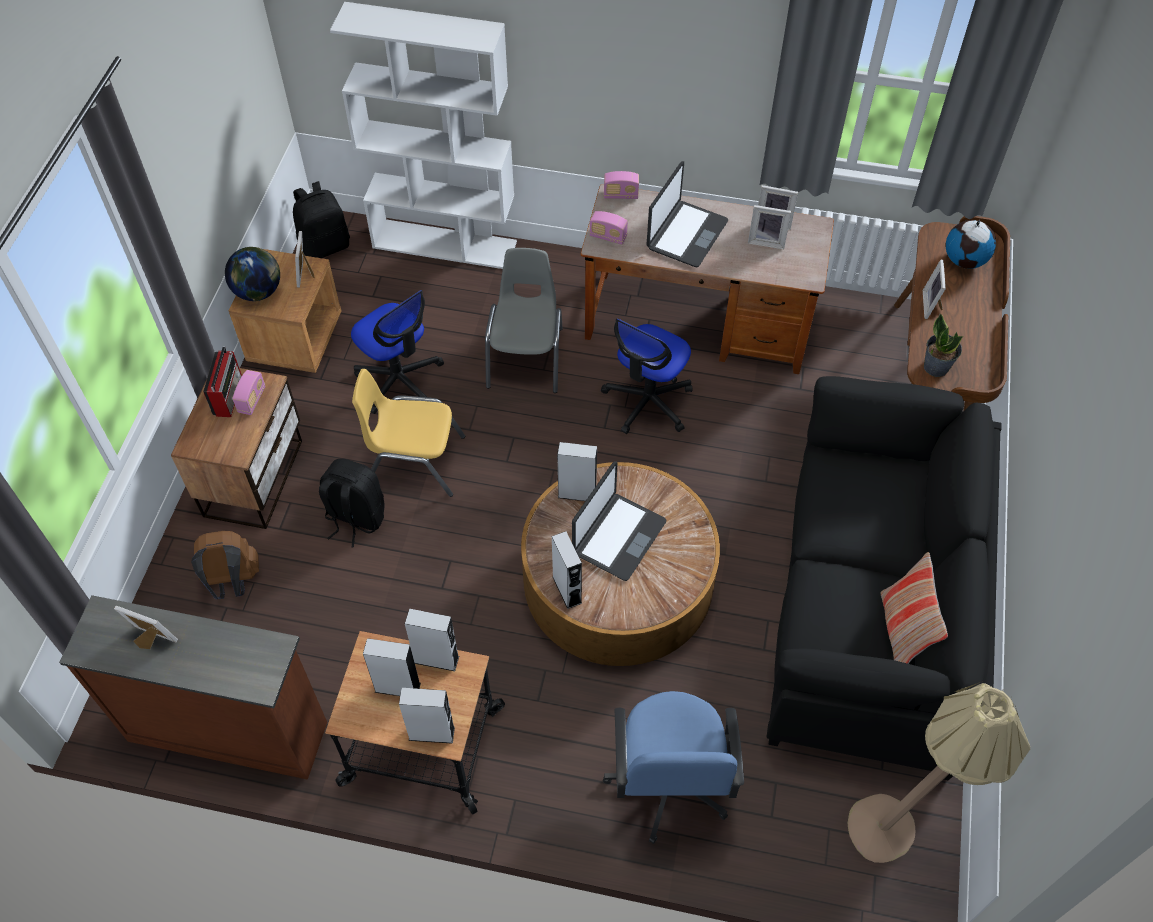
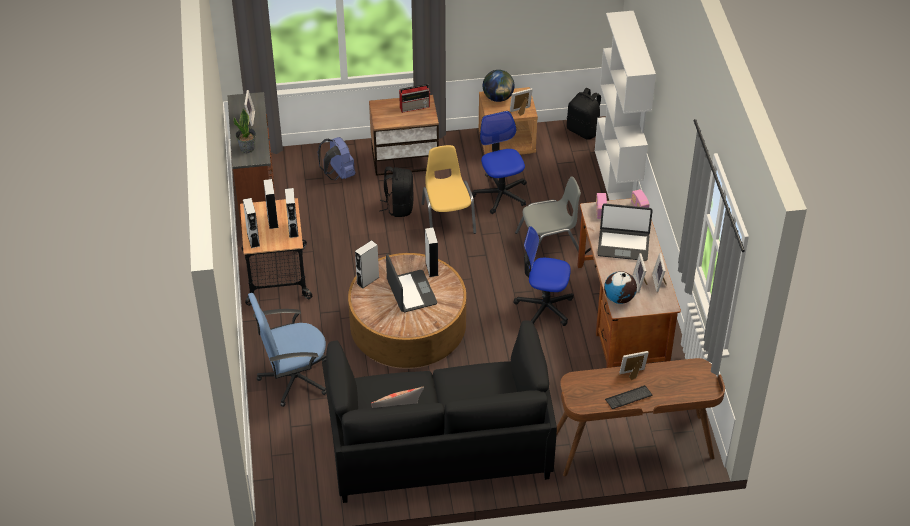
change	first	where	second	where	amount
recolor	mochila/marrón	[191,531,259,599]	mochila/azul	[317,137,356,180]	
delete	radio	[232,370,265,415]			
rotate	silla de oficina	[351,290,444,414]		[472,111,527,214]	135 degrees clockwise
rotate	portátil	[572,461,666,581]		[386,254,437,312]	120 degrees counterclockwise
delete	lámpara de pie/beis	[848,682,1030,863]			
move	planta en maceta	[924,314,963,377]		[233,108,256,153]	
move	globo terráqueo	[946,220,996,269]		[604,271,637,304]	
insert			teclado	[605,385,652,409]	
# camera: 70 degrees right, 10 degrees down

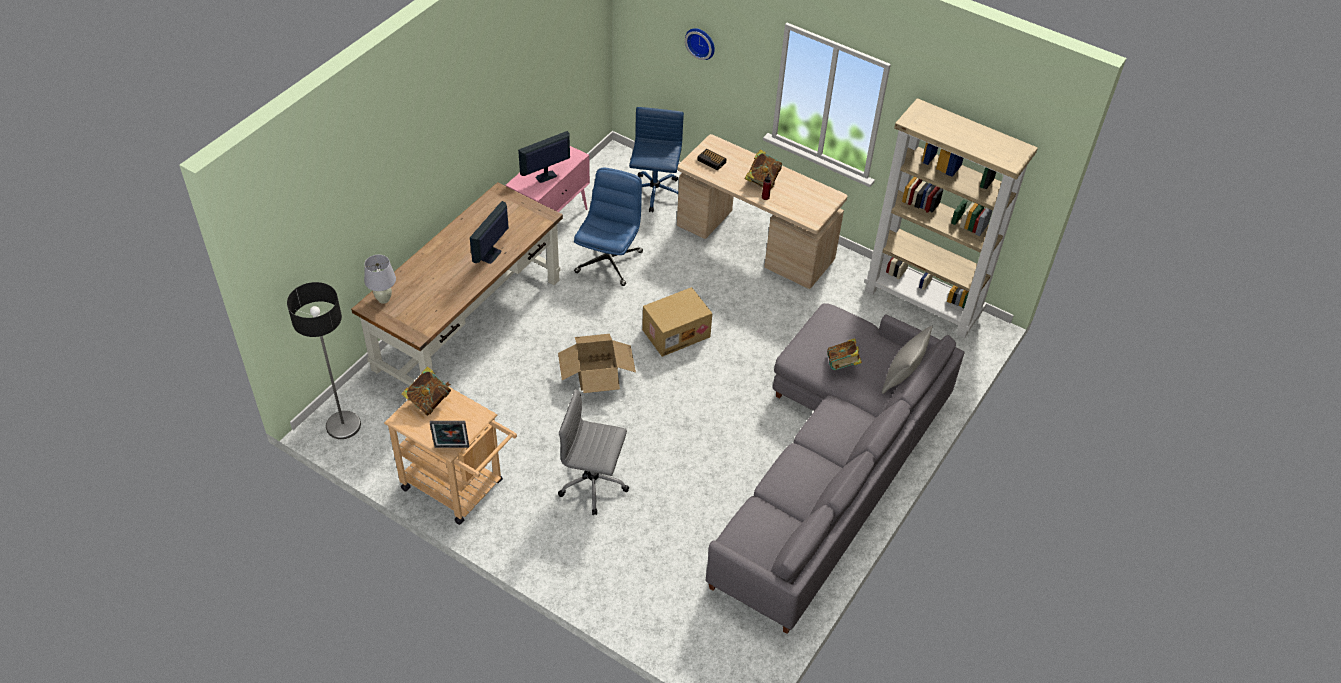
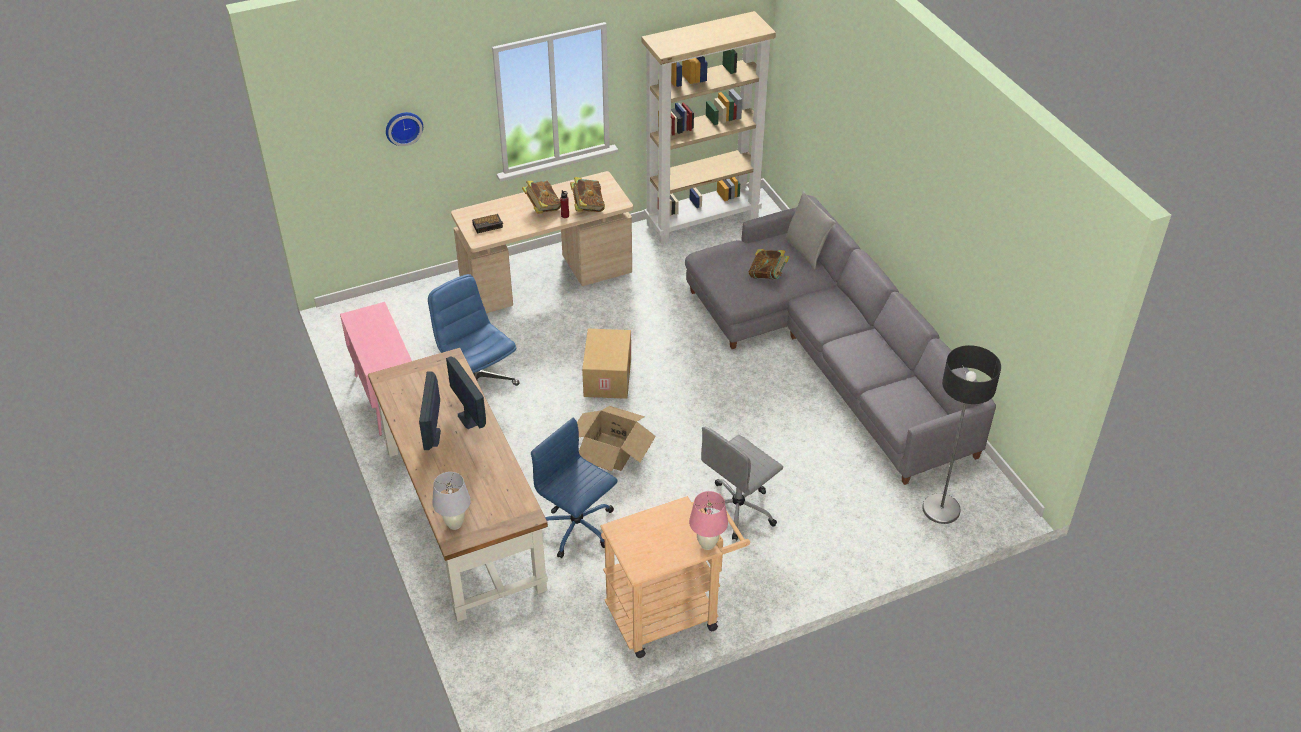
change	first	where	second	where	amount
move	lámpara de pie	[287,282,361,439]		[922,345,1001,524]	
move	libro	[401,366,451,416]		[570,177,605,212]	
replace	portarretratos	[430,421,469,448]	lámpara de mesa/rosa	[689,491,728,550]	
move	monitor	[518,131,570,183]		[419,371,441,450]	
move	silla de oficina/azul	[629,107,684,212]		[531,418,617,558]	
# camera: 55 degrees left, 5 degrees down

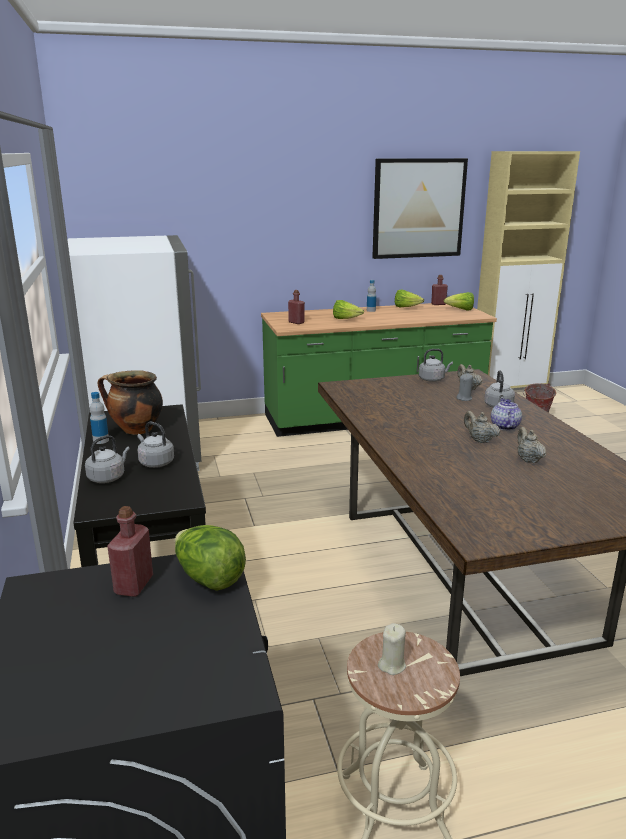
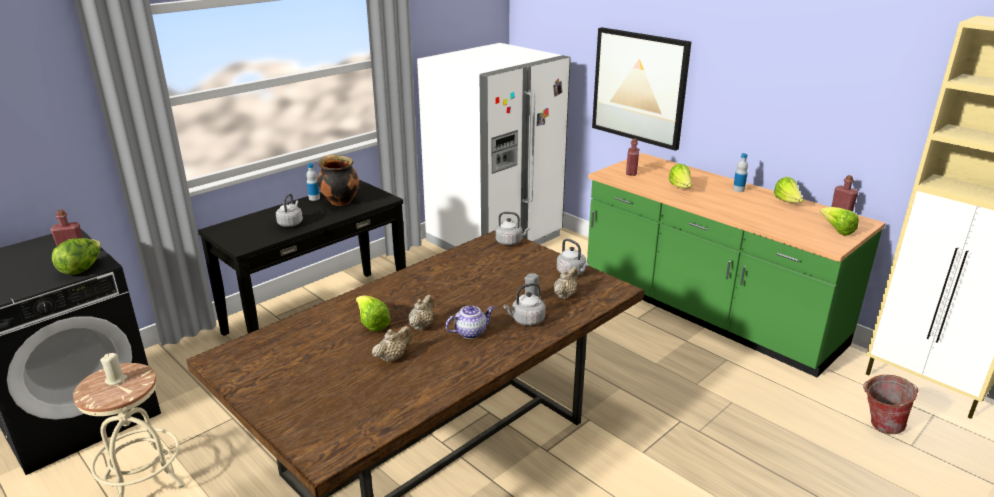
change	first	where	second	where	amount
move	hervidor/gris	[85,435,130,483]		[495,212,530,245]	
move	cuadro	[372,158,468,259]		[592,27,691,151]	
insert			lechuga	[356,296,391,332]	
# camera: 60 degrees right, 5 degrees up

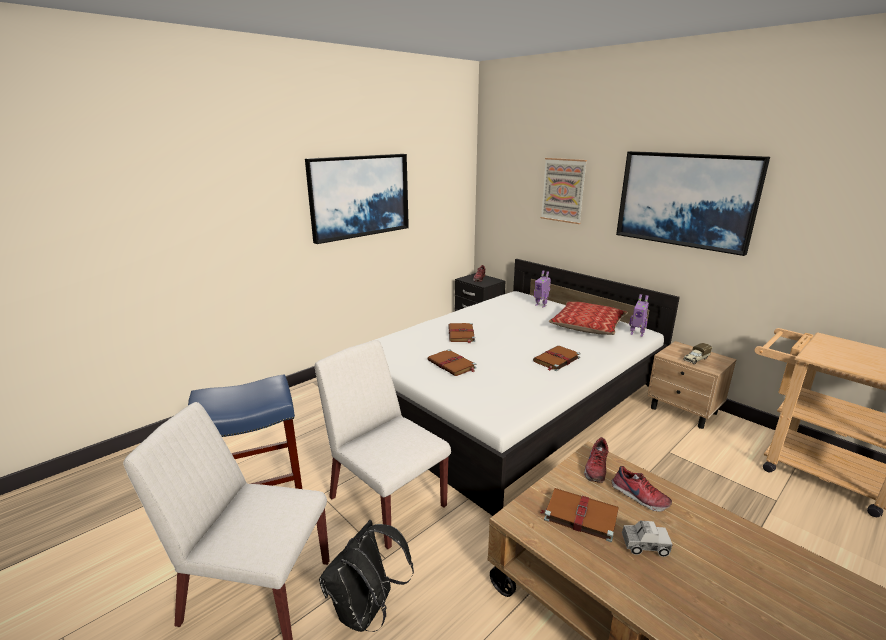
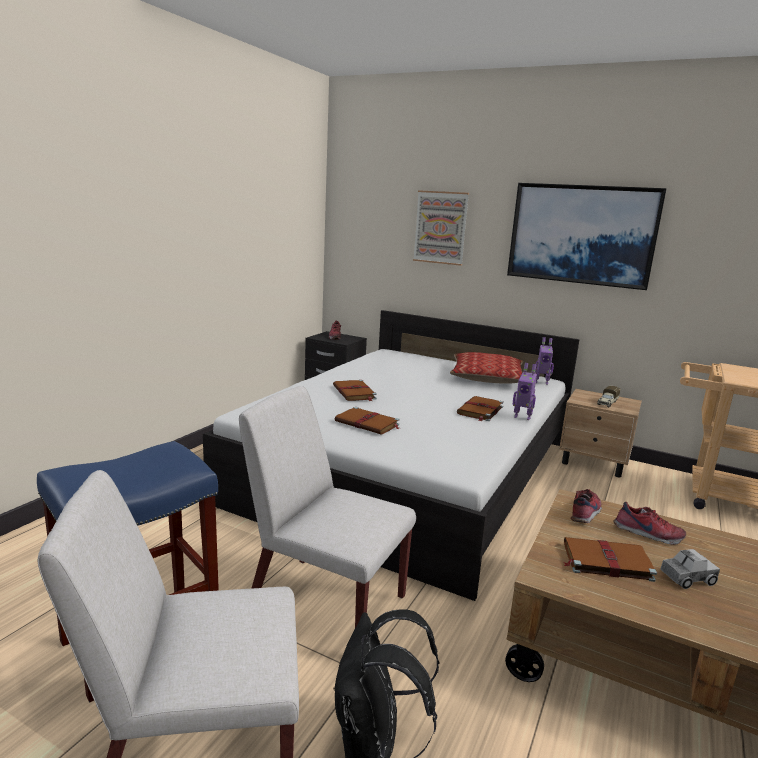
change	first	where	second	where	amount
delete	cuadro	[305,154,409,244]			
move	robot de juguete	[534,270,551,308]		[513,363,537,420]	
rotate	zapato	[584,437,609,483]		[571,489,602,523]	150 degrees counterclockwise
# camera: 20 degrees left, 5 degrees down

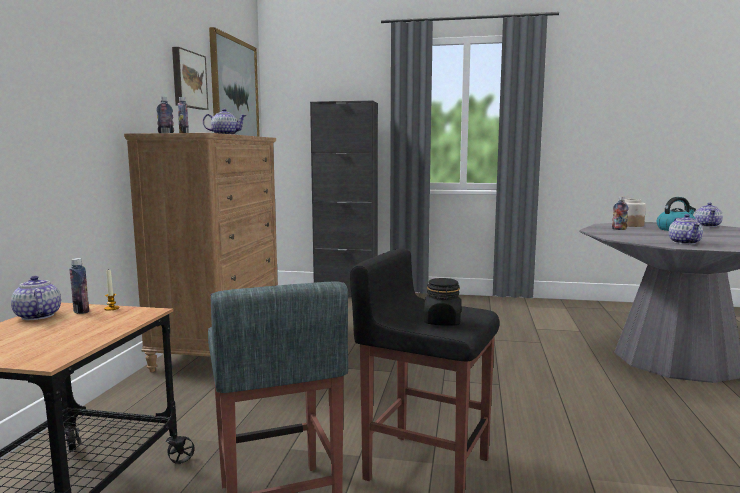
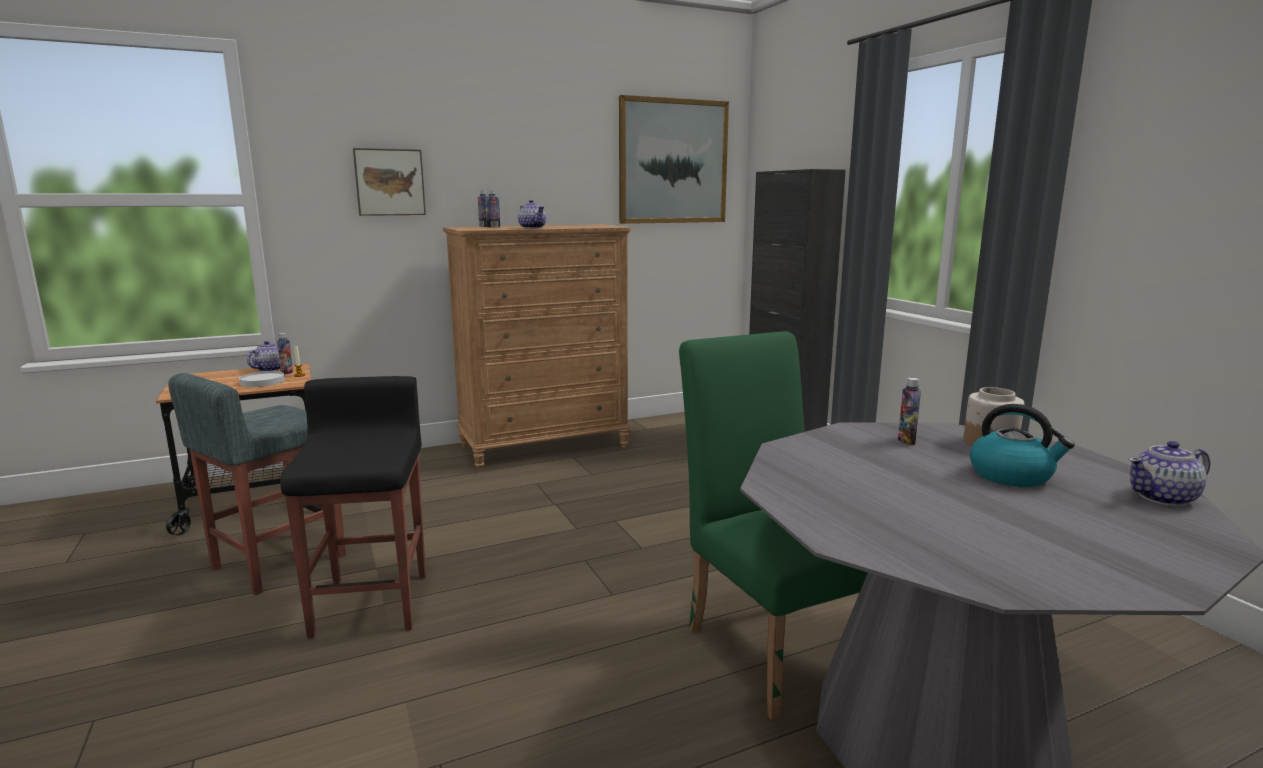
change	first	where	second	where	amount
move	cuadro	[172,47,208,110]		[353,148,426,216]	
delete	tarro/negro	[424,278,461,326]			
delete	tetera	[669,214,703,244]			
insert			plato/blanco	[239,371,285,387]	
insert			silla/verde	[679,331,868,721]	
# camera: 55 degrees right, 5 degrees up

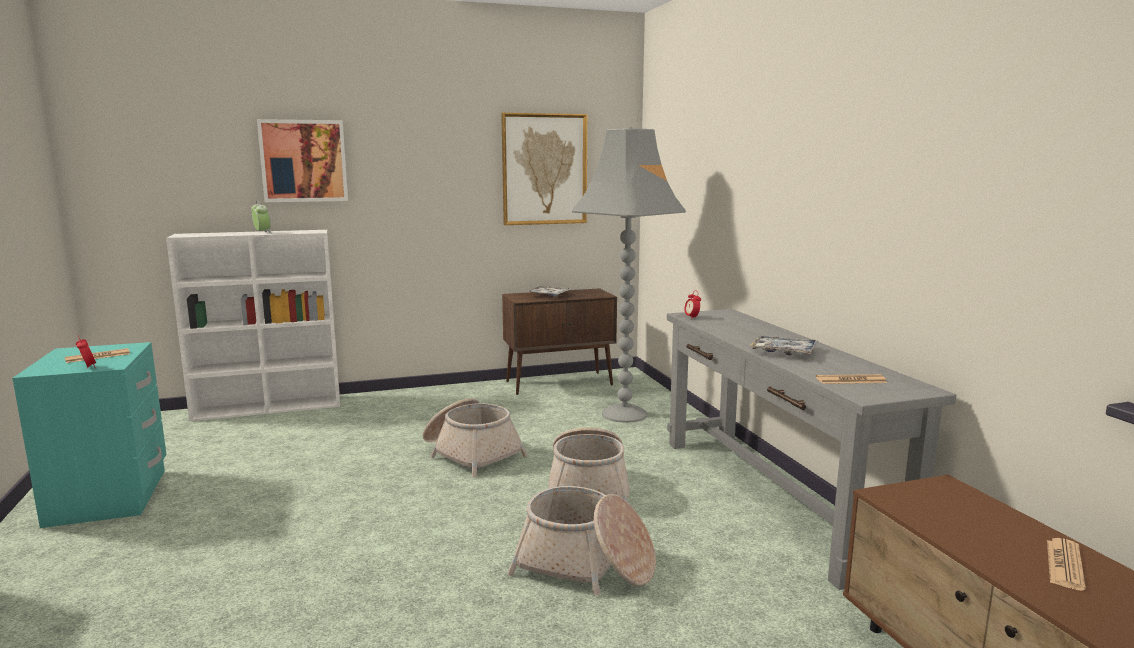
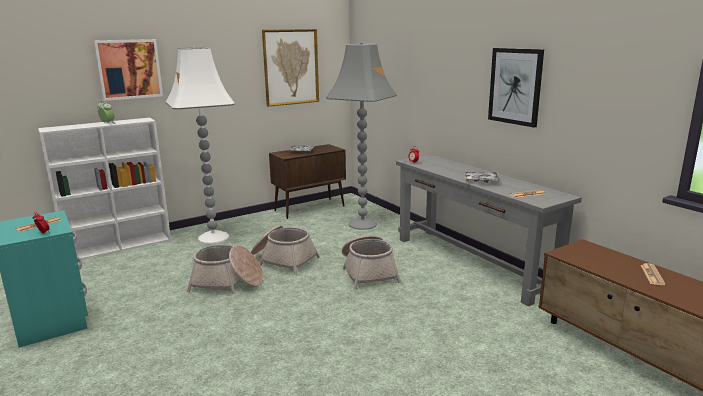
change	first	where	second	where	amount
move	cesta	[507,486,656,595]		[187,245,263,294]	
insert			lámpara de pie/blanco	[166,46,235,244]	
insert			cuadro	[488,48,544,128]	
# camera: 15 degrees left, 5 degrees up

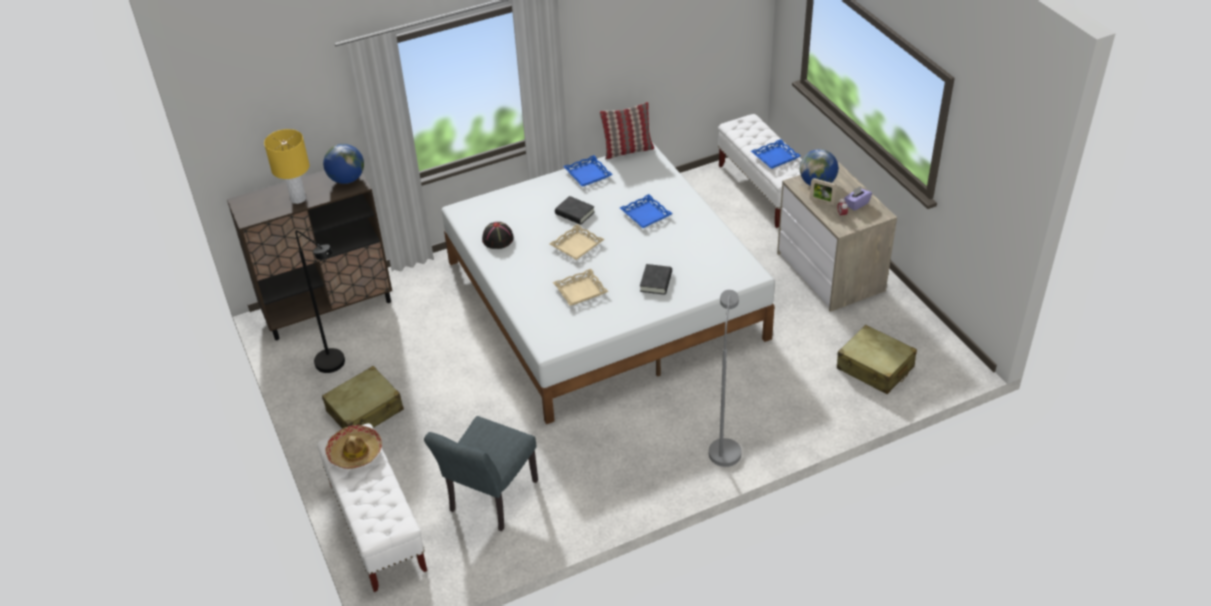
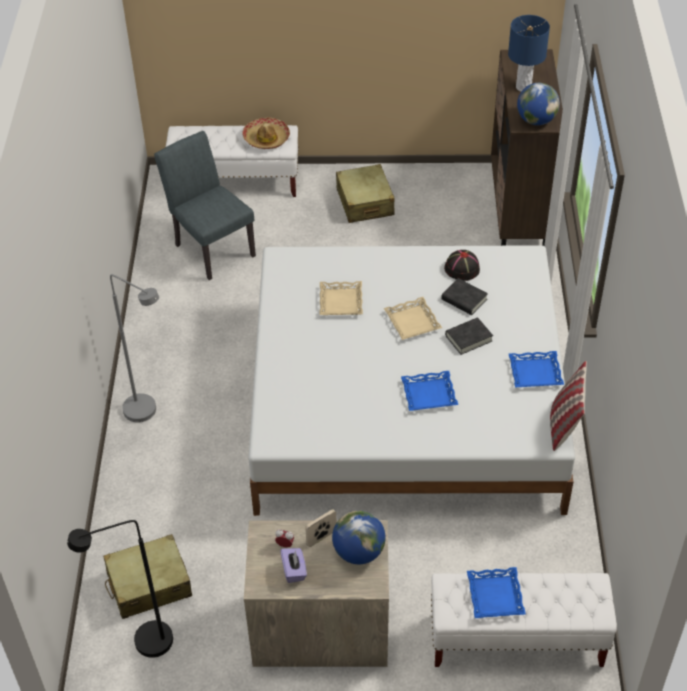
change	first	where	second	where	amount
recolor	lámpara de mesa/amarillo	[264,129,310,204]	lámpara de mesa/azul	[508,15,550,92]	
move	lámpara de pie/negro	[295,230,345,373]		[67,520,173,658]	
move	libro/negro	[640,264,672,295]		[441,278,488,315]	
# camera: 115 degrees right, 5 degrees up

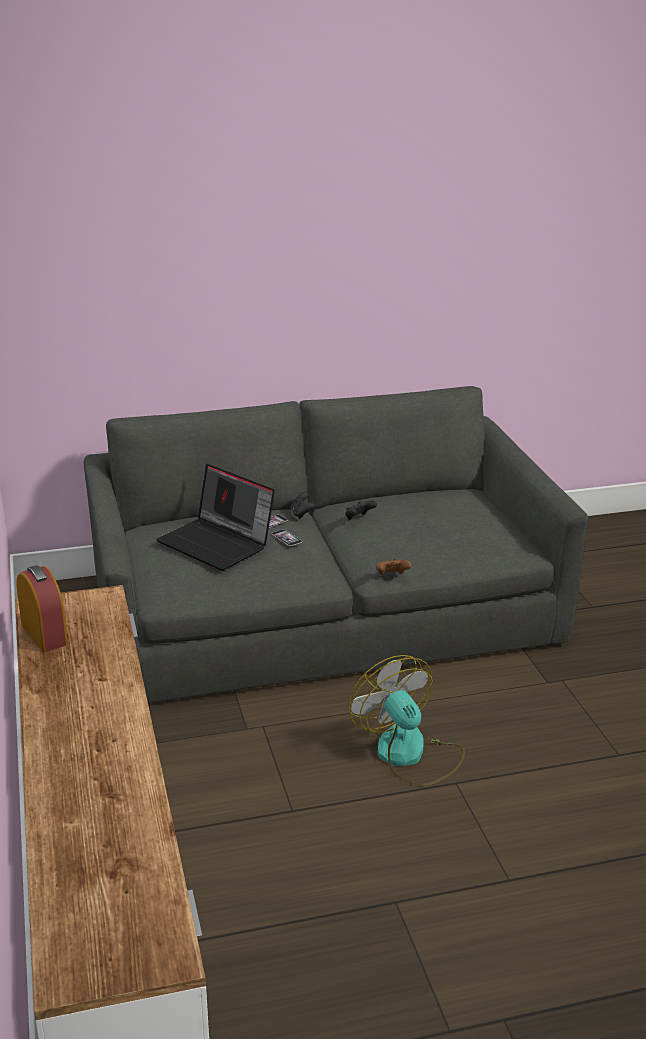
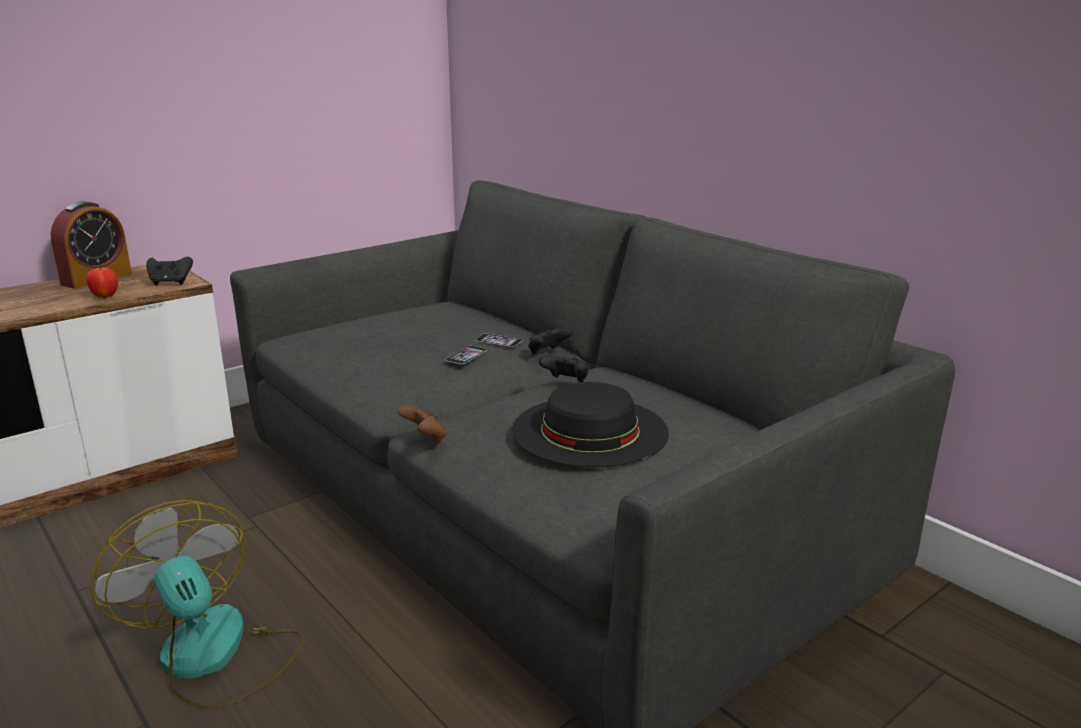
change	first	where	second	where	amount
delete	portátil	[156,464,275,571]			
rotate	ventilador	[349,655,465,786]		[90,500,304,710]	75 degrees counterclockwise
insert			manzana	[86,265,118,298]	
insert			mando de consola/negro	[146,257,193,285]	
insert			sombrero/negro	[512,382,669,467]	
# camera: 65 degrees right, 5 degrees down

